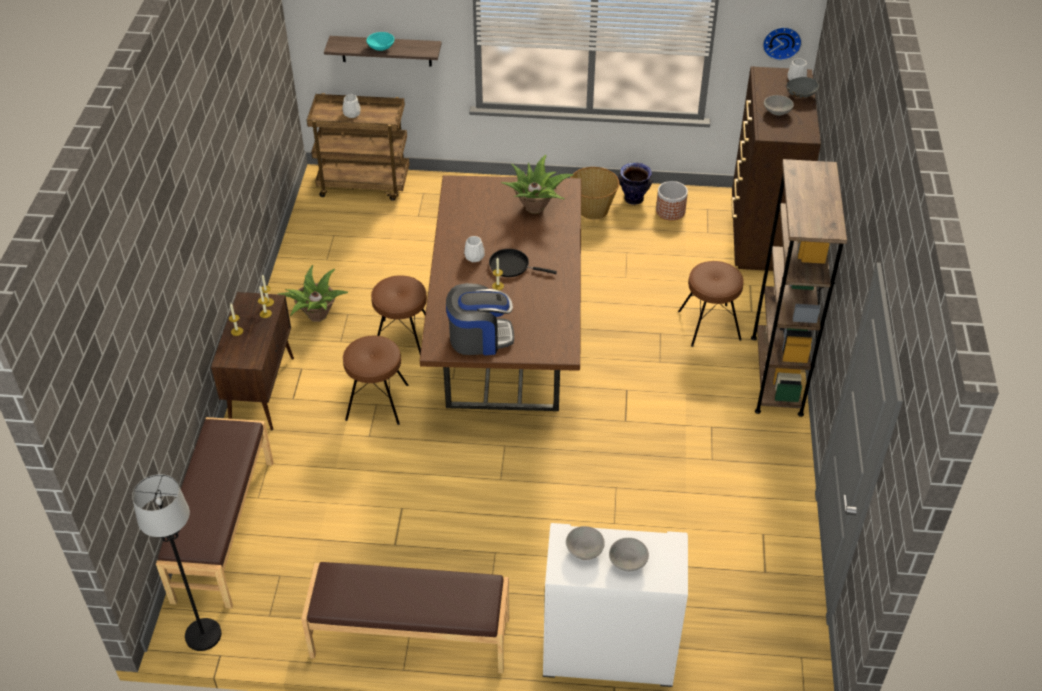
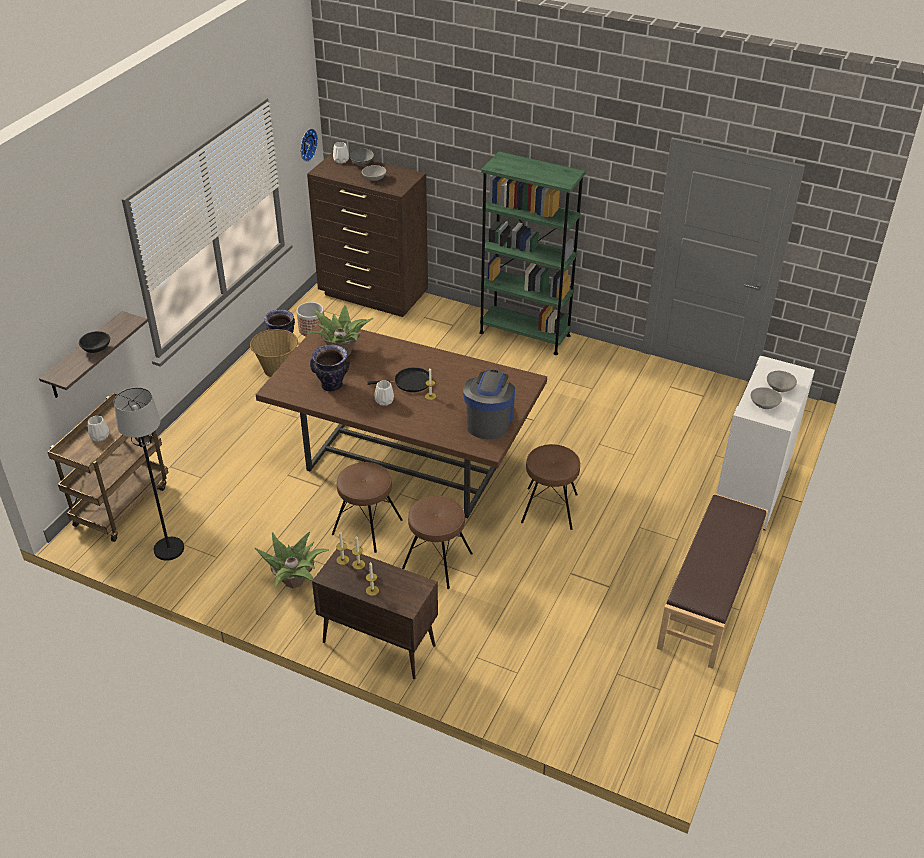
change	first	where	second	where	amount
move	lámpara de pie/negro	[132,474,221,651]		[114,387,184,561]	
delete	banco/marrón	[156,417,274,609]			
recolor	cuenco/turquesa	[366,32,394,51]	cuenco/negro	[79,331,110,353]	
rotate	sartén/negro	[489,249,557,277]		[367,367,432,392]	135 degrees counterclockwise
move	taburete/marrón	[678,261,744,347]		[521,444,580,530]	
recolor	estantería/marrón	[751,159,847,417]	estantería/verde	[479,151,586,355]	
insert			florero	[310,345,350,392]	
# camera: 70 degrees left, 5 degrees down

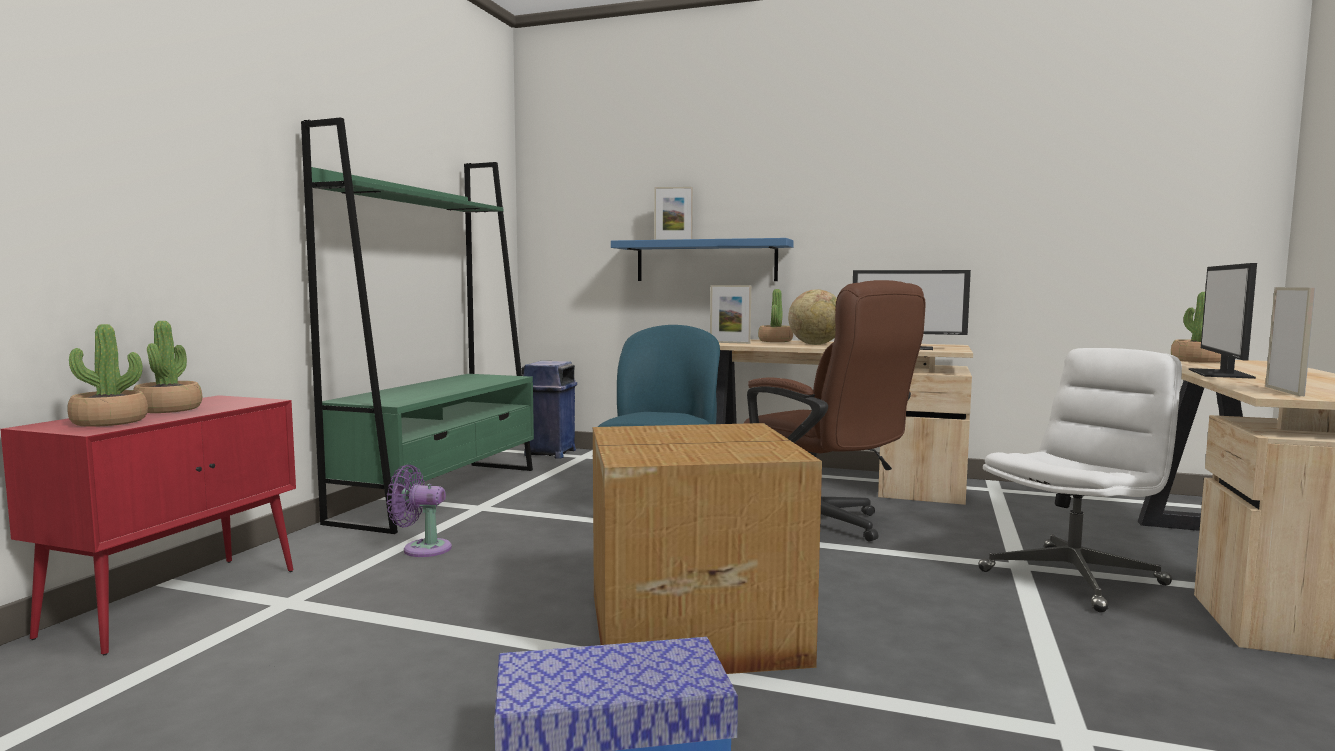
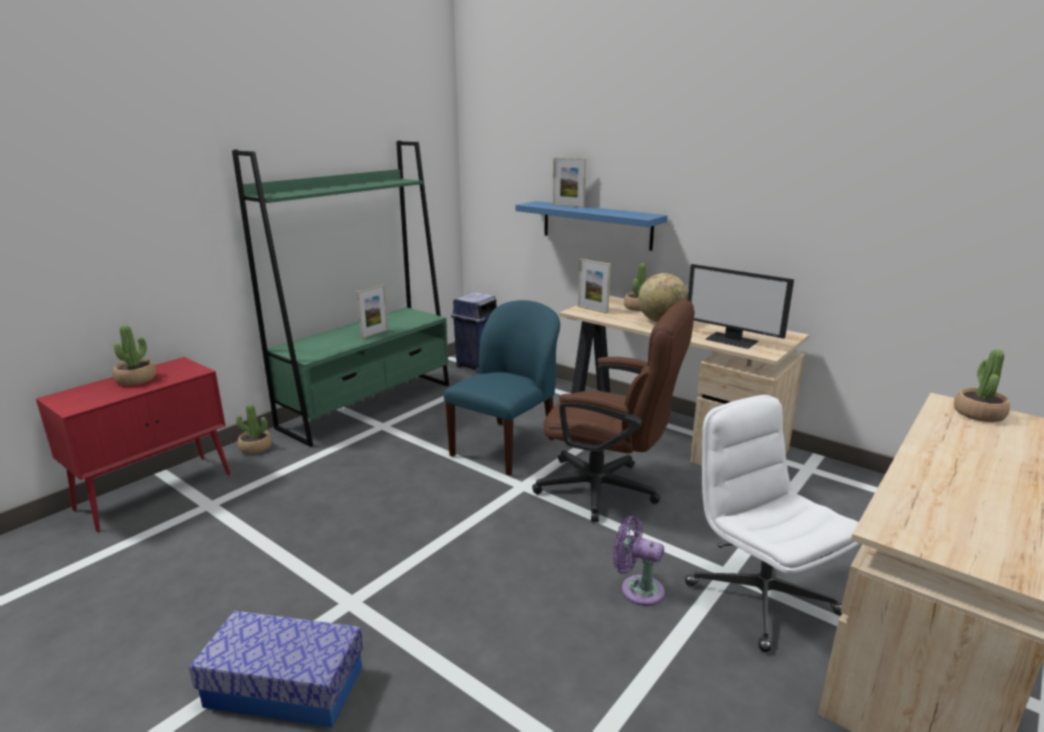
change	first	where	second	where	amount
move	planta en maceta	[67,324,148,427]		[236,404,272,454]	
move	ventilador/morado	[386,465,452,557]		[612,516,665,606]	
delete	caja de cartón	[593,423,822,674]			
rotate	silla de oficina/marrón	[744,280,926,542]		[532,300,694,522]	45 degrees counterclockwise
rotate	silla de oficina/blanco	[978,348,1182,612]		[685,395,860,652]	105 degrees counterclockwise
delete	monitor	[1189,263,1257,379]			
move	portarretratos	[1265,287,1316,396]		[356,285,388,339]	
# camera: 20 degrees right, 15 degrees up

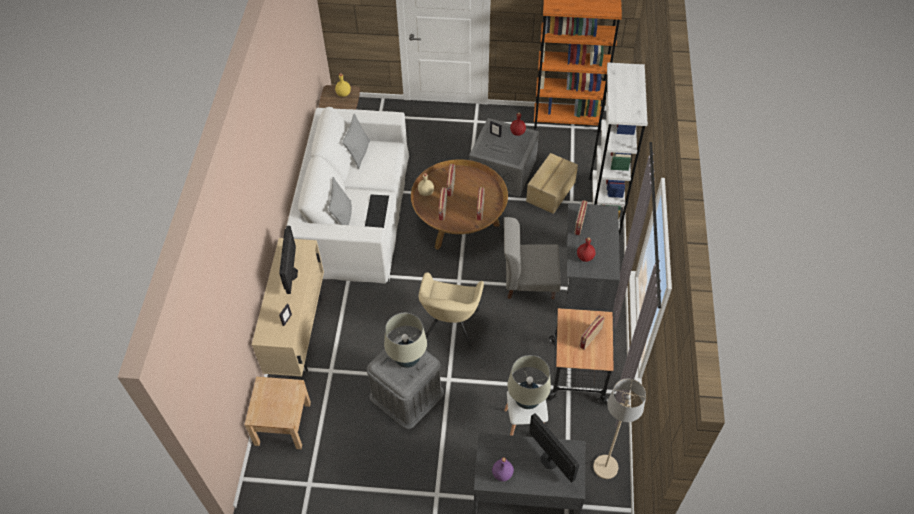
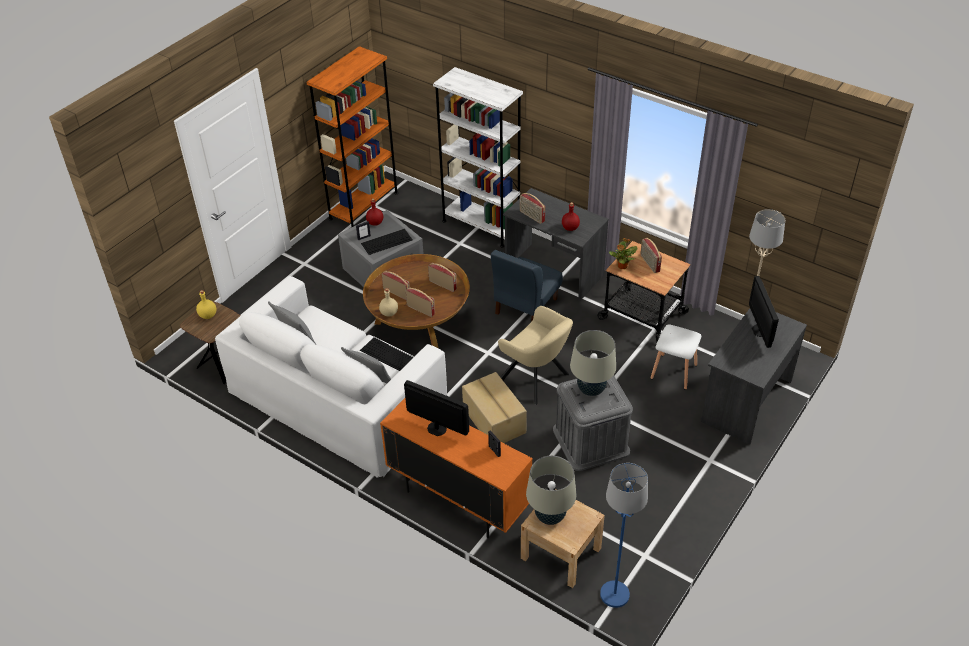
change	first	where	second	where	amount
recolor	armario/beis	[252,238,324,377]	armario/naranja	[380,398,533,538]	
delete	botella/morado	[492,458,514,482]			
recolor	silla/gris	[504,217,561,299]	silla/azul	[491,250,563,322]	
move	lámpara de mesa/beis	[507,355,551,409]		[526,456,576,525]	
move	caja de cartón	[526,153,578,214]		[462,372,527,443]	
rotate	monitor	[529,413,579,483]		[749,276,779,348]	90 degrees counterclockwise
insert			teclado	[361,229,413,255]	
insert			lámpara de pie/azul	[600,463,648,608]	
insert			planta en maceta	[609,238,638,269]	
# camera: 60 degrees left, 10 degrees down

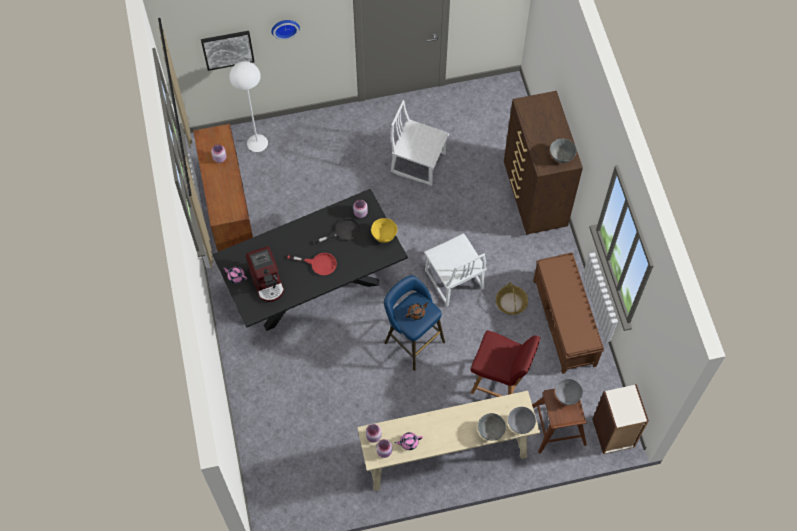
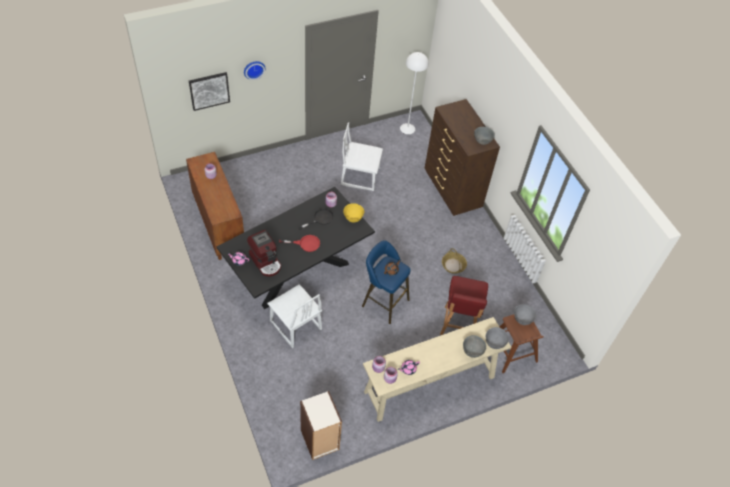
change	first	where	second	where	amount
move	lámpara de pie/blanco	[229,61,268,152]		[400,52,429,134]	
move	silla/blanco	[424,233,487,306]		[267,284,322,348]	
rotate	silla/rojo	[471,330,541,397]		[440,276,488,335]	90 degrees clockwise
delete	banco/marrón	[533,252,604,374]			
move	estantería	[592,384,649,454]		[300,391,342,460]	
# camera: 15 degrees left, 10 degrees down

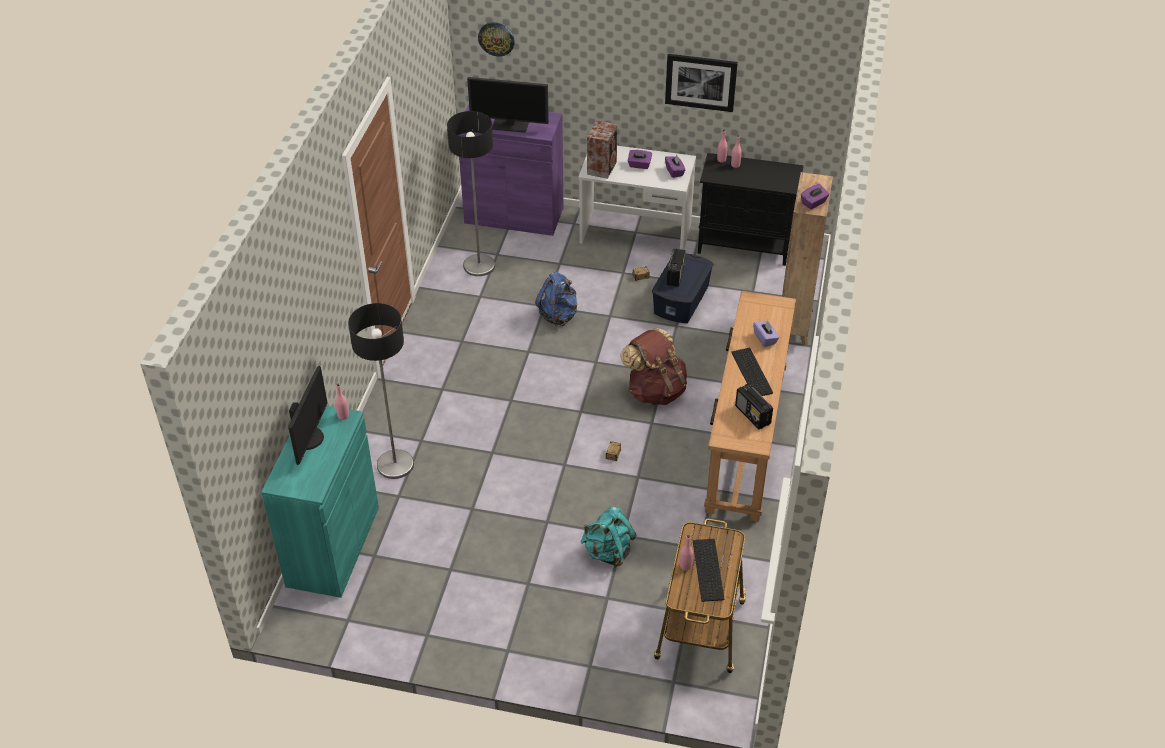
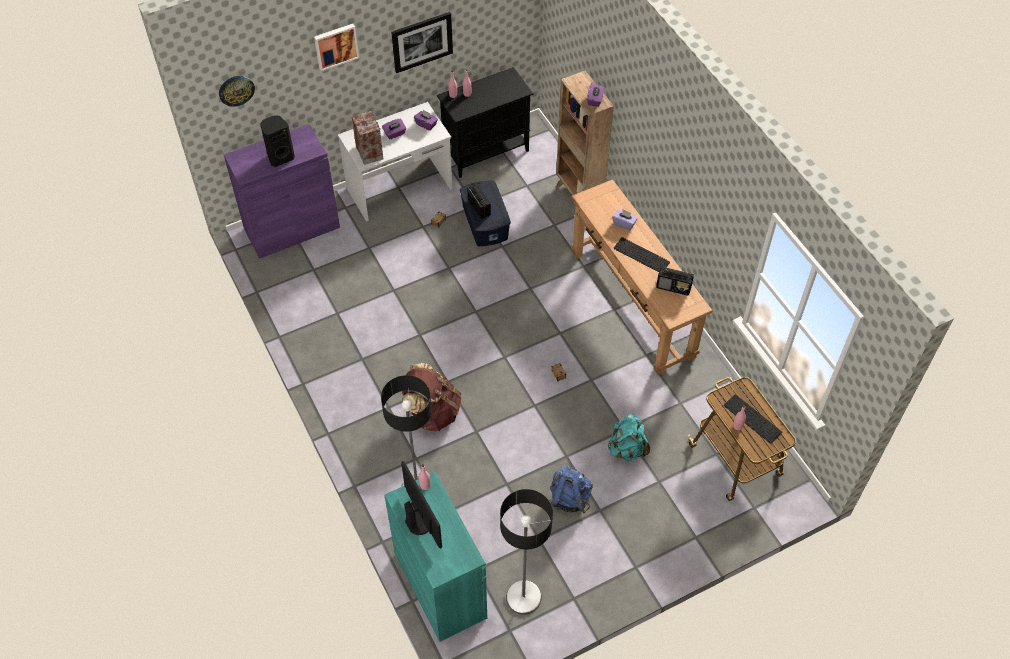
change	first	where	second	where	amount
move	lámpara de pie	[447,111,495,276]		[500,489,553,615]	
replace	monitor	[467,77,549,133]	altavoz/negro	[260,115,295,167]	
move	mochila/azul	[535,272,578,326]		[550,464,593,513]	
move	mochila/marrón	[620,327,687,405]		[402,363,462,431]	
insert			cuadro	[314,24,359,71]	
# camera: 40 degrees left, 10 degrees up

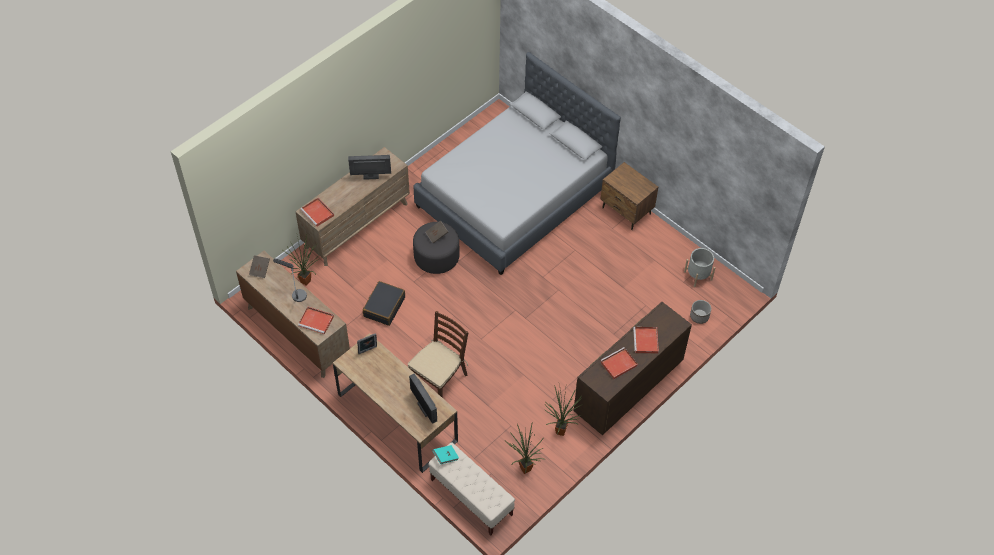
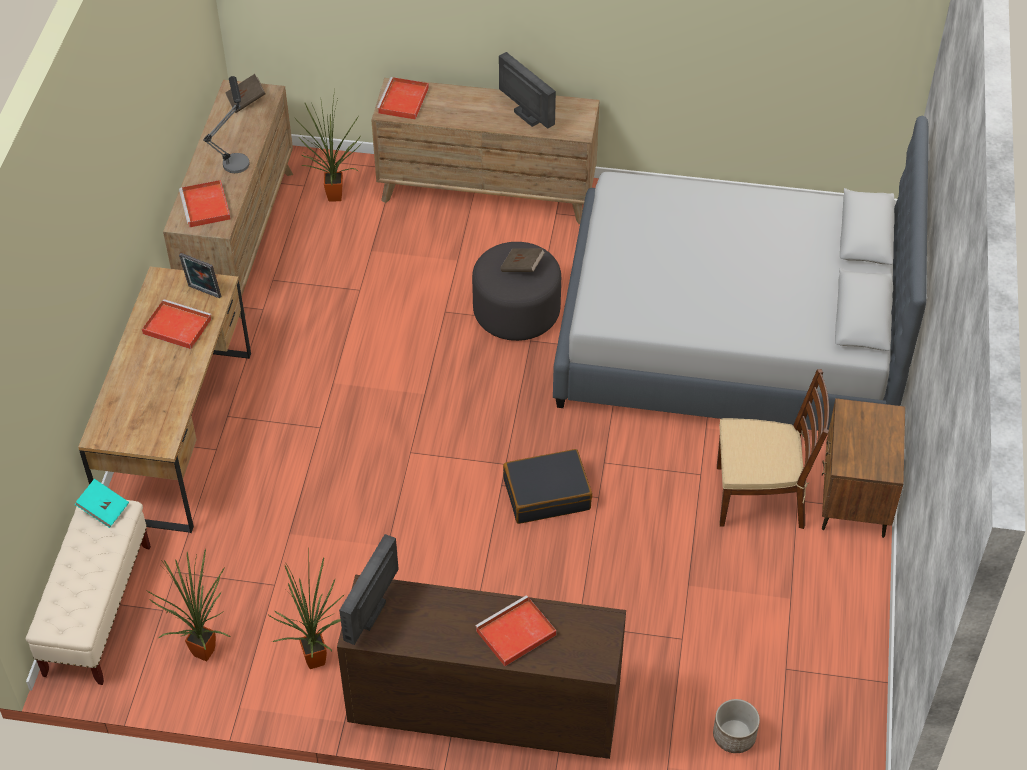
change	first	where	second	where	amount
move	maleta/negro	[363,281,405,326]		[503,449,592,524]	
move	silla/marrón	[408,311,469,397]		[717,369,829,529]	
move	monitor	[409,373,437,424]		[339,534,399,645]	
move	bandeja/rojo	[600,347,638,379]		[142,299,212,349]	
delete	maceta/gris	[684,248,715,287]			
# camera: 55 degrees right, 5 degrees down

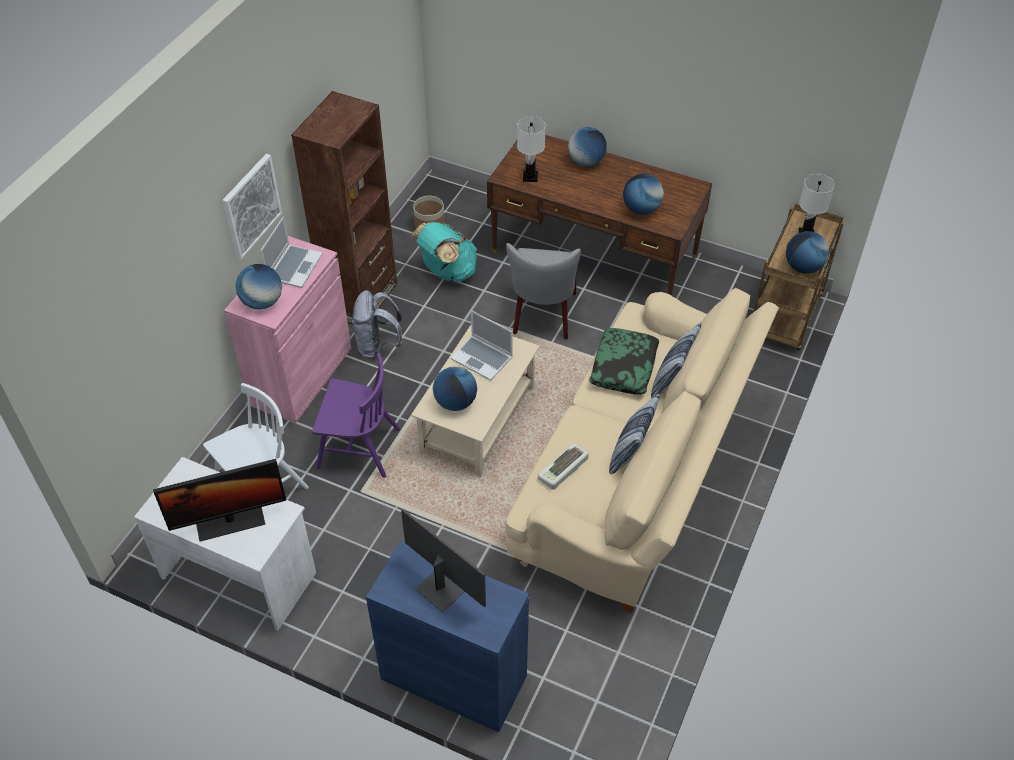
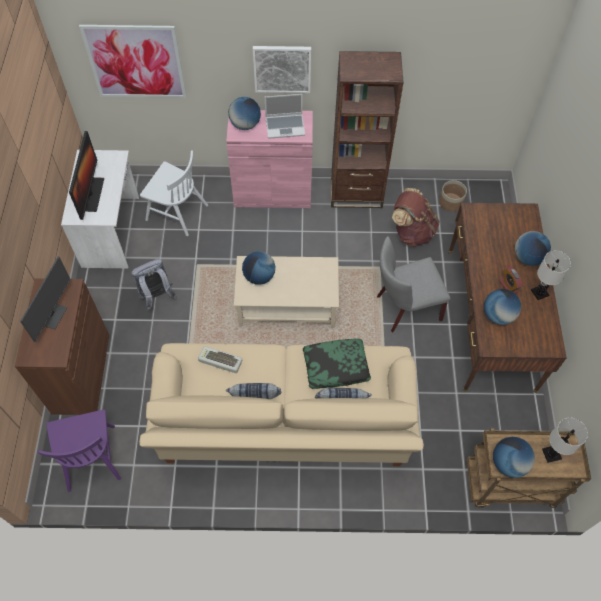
change	first	where	second	where	amount
rotate	monitor	[153,459,286,542]		[69,131,104,220]	135 degrees counterclockwise
move	silla/morado	[312,353,400,478]		[38,410,121,492]	
move	mochila/gris	[352,290,403,359]		[131,259,176,310]	
recolor	armario/azul	[366,541,529,732]	armario/marrón	[15,278,109,415]	
recolor	mochila/turquesa	[411,222,477,282]	mochila/marrón	[392,188,440,247]	
delete	portátil	[450,310,512,381]			
move	lámpara de mesa/blanco	[517,116,546,182]		[531,250,571,300]	
insert			cuadro	[79,25,186,98]	
insert			despertador	[500,266,523,294]	
# camera: 65 degrees right, 10 degrees up

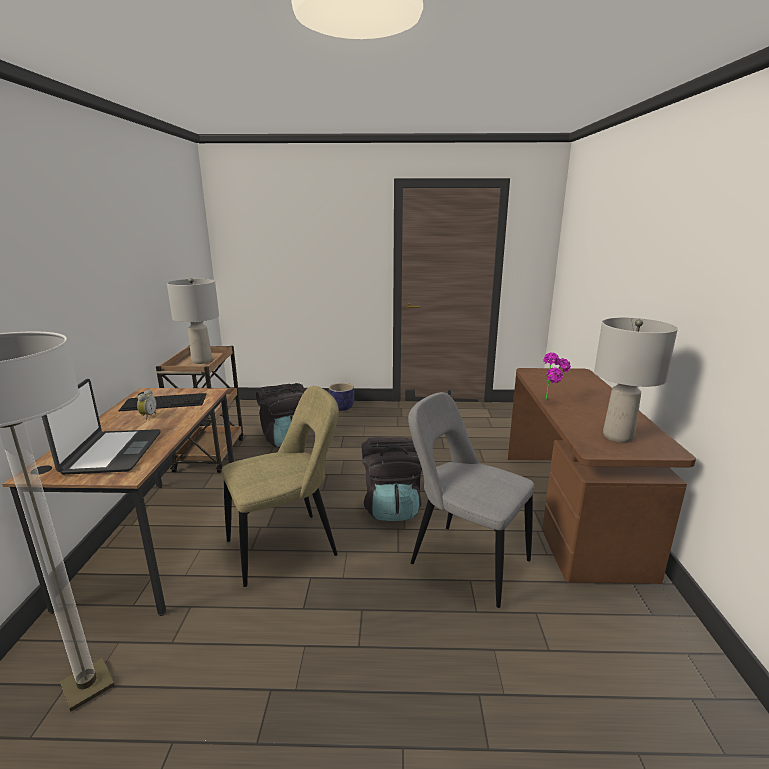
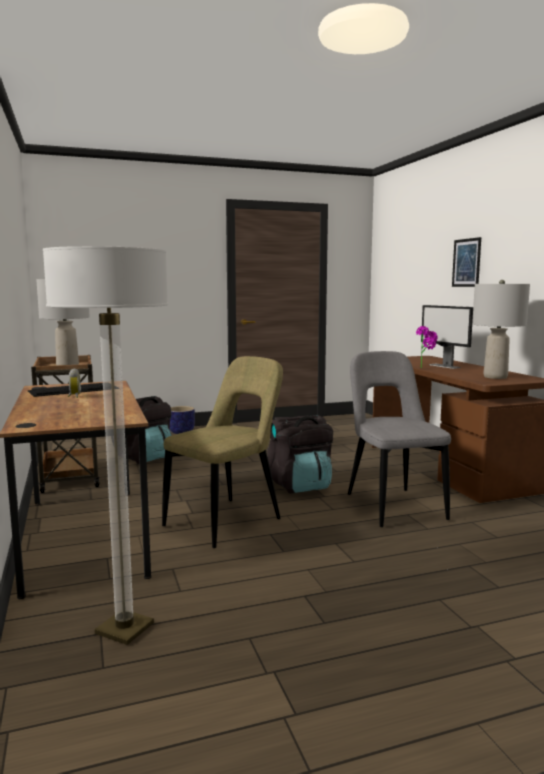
change	first	where	second	where	amount
delete	portátil	[42,379,161,475]			
rotate	silla/gris	[408,392,535,608]		[348,351,451,527]	60 degrees clockwise
insert			monitor	[421,305,473,369]	
insert			cuadro	[452,237,481,287]	
# camera: 20 degrees left, 10 degrees down

